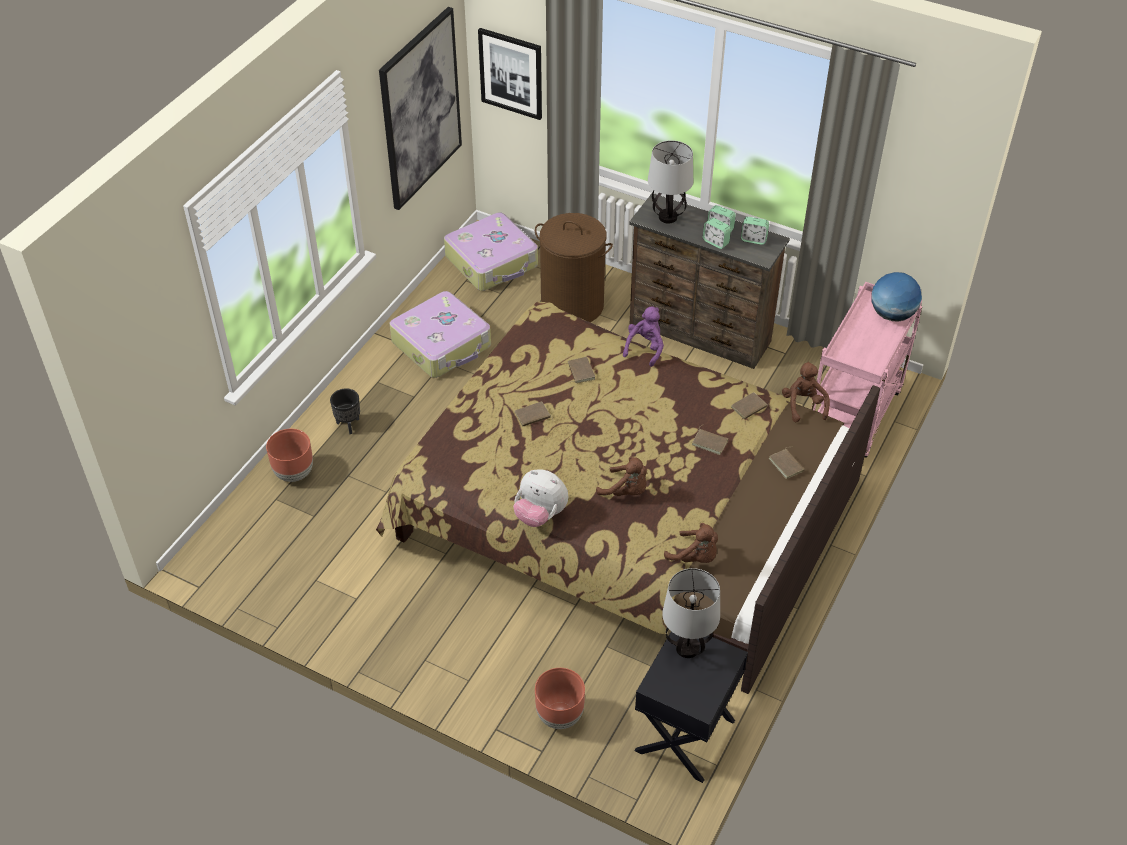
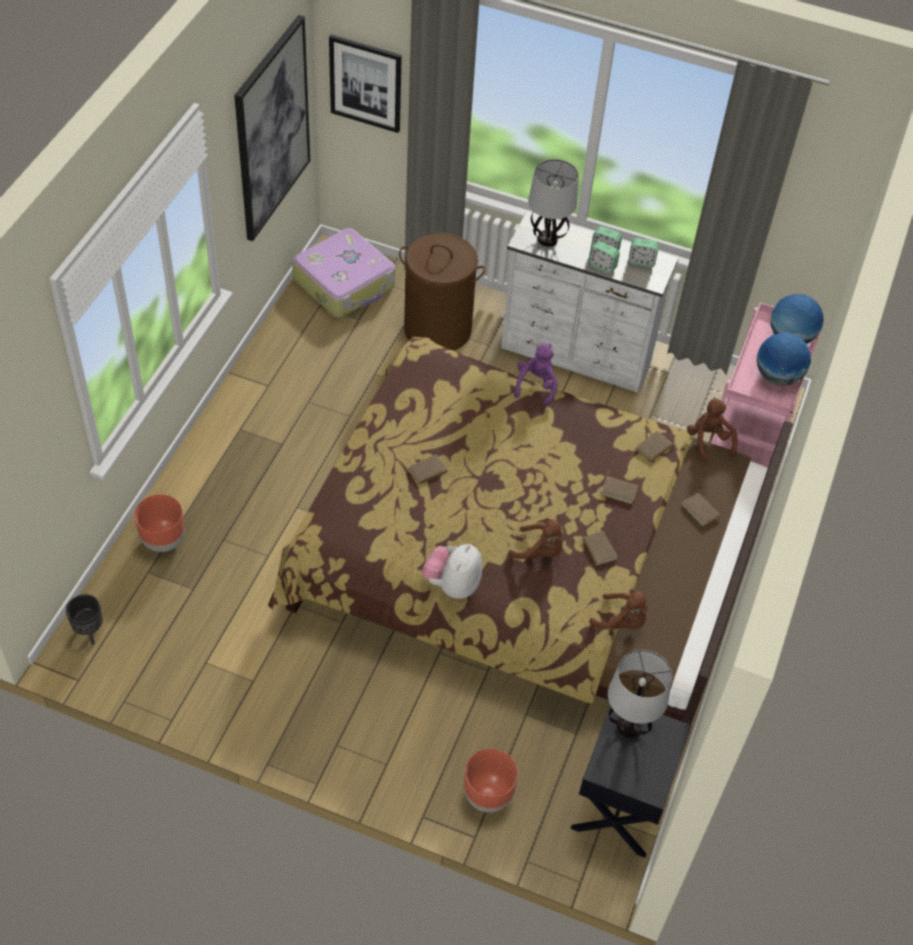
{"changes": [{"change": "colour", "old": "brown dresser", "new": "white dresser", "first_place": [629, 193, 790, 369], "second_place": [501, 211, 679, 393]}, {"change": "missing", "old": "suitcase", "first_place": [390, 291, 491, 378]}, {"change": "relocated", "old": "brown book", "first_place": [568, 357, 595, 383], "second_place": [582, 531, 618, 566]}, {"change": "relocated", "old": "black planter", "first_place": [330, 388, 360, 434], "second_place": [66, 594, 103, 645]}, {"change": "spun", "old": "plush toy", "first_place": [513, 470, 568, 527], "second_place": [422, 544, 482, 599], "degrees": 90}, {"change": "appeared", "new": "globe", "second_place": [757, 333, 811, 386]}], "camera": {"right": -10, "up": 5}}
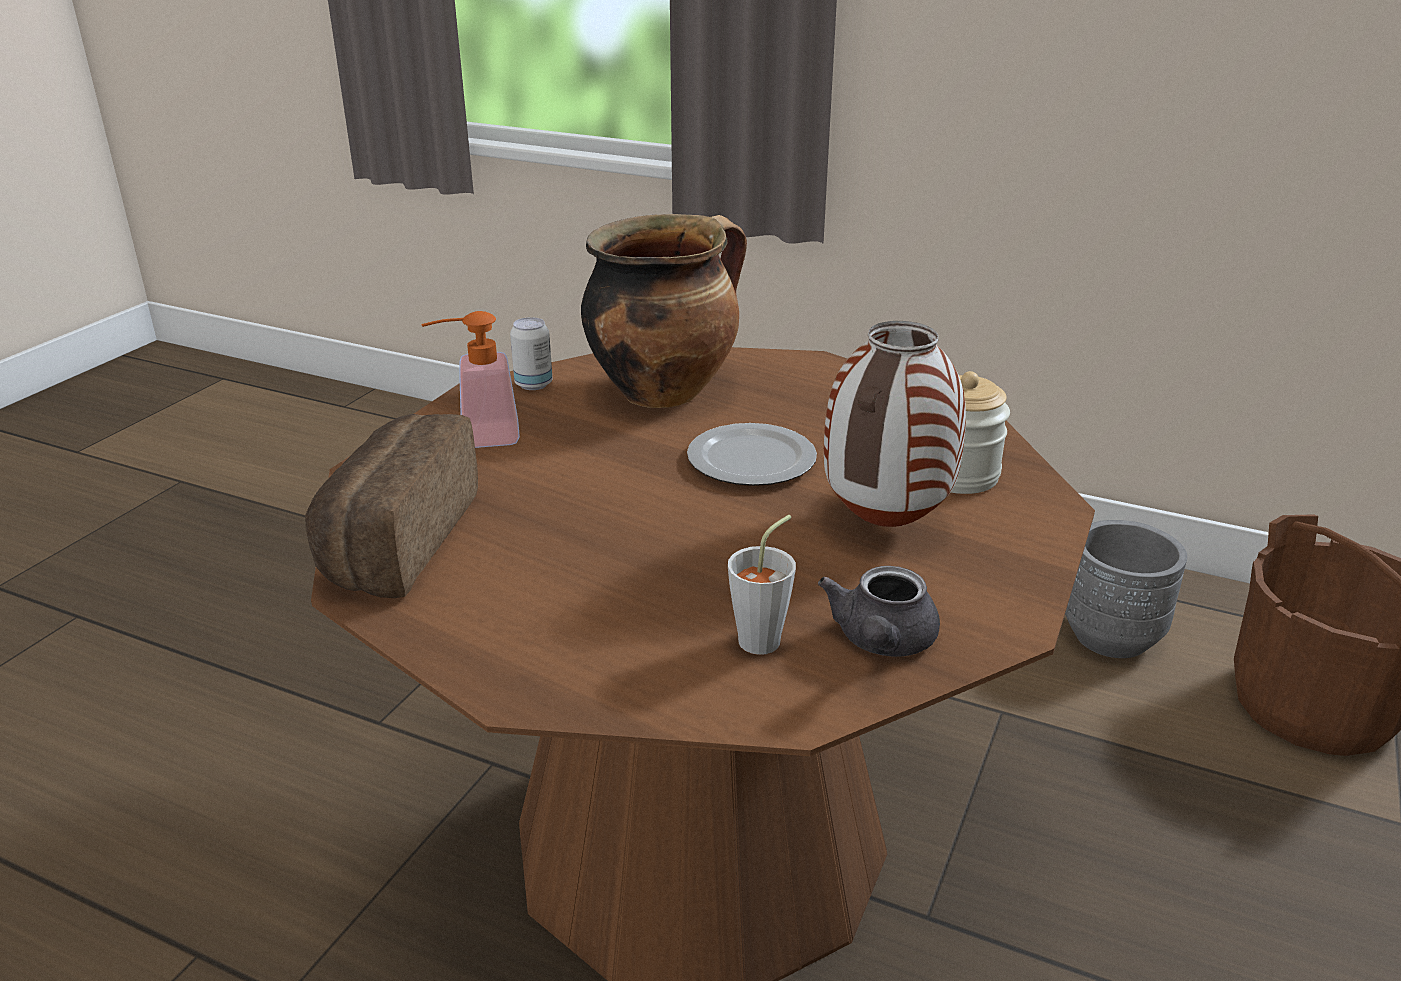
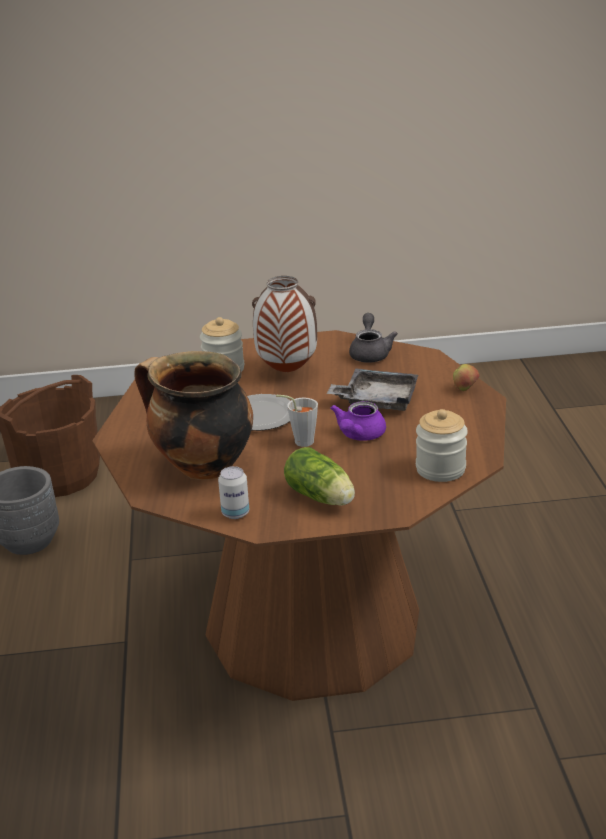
{"changes": [{"change": "exchanged", "old": "soap dispenser", "new": "lettuce", "first_place": [421, 311, 520, 448], "second_place": [284, 447, 355, 506]}, {"change": "exchanged", "old": "bread", "new": "jar", "first_place": [305, 414, 478, 598], "second_place": [416, 409, 468, 482]}, {"change": "relocated", "old": "grey cup", "first_place": [728, 515, 796, 655], "second_place": [276, 395, 318, 447]}, {"change": "spun", "old": "grey teapot", "first_place": [818, 566, 940, 657], "second_place": [349, 313, 398, 363], "degrees": -75}, {"change": "appeared", "new": "apple", "second_place": [453, 364, 480, 391]}, {"change": "appeared", "new": "grey tray", "second_place": [327, 368, 418, 411]}, {"change": "appeared", "new": "purple teapot", "second_place": [330, 401, 386, 441]}], "camera": {"right": -120, "up": 0}}
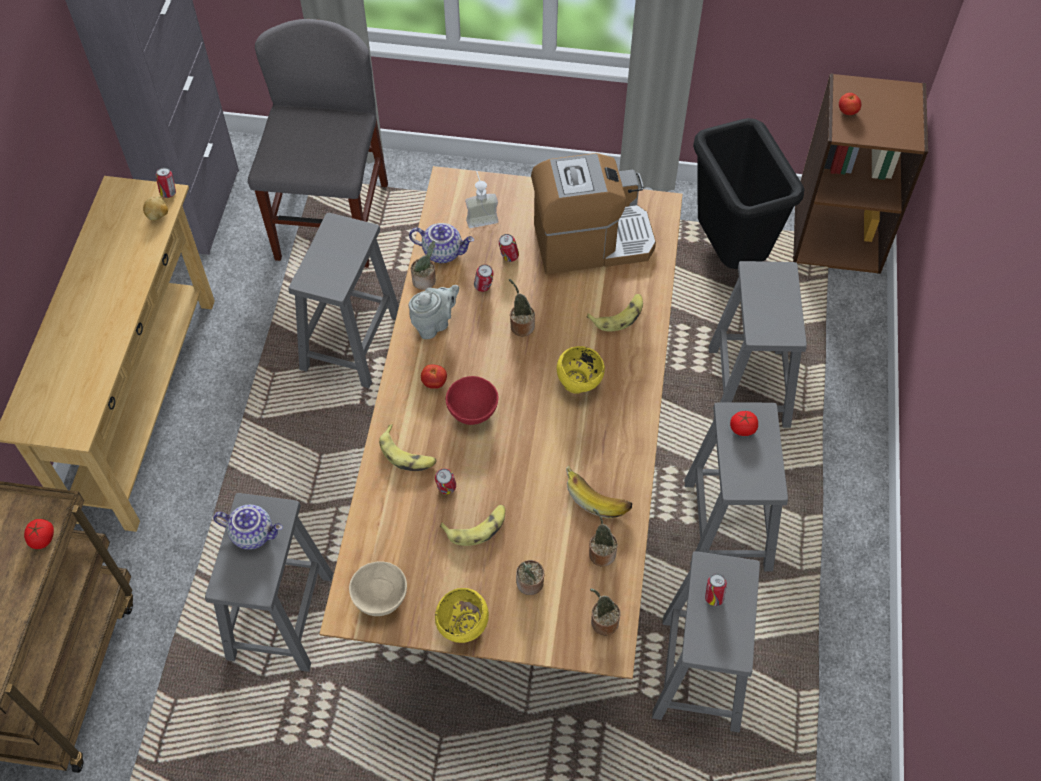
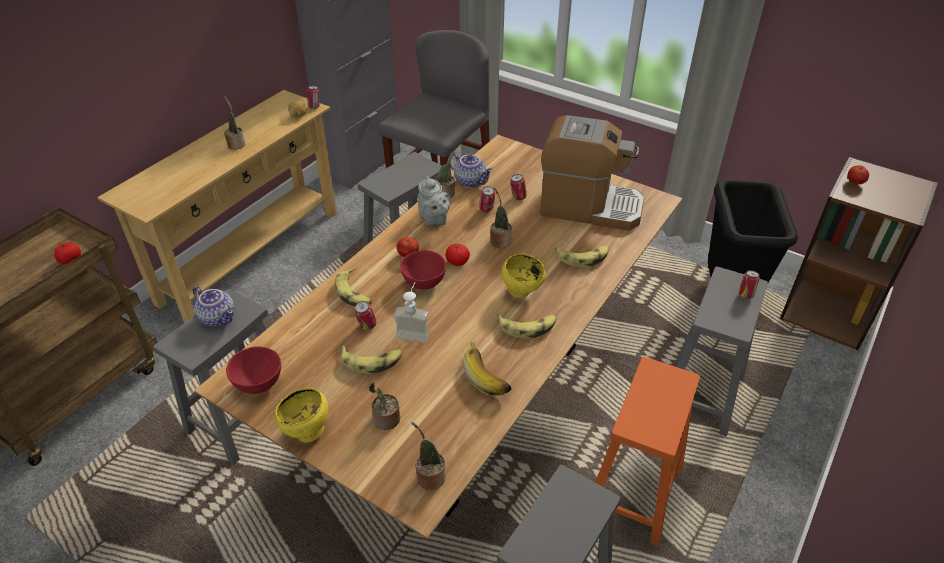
{"changes": [{"change": "relocated", "old": "soap dispenser", "first_place": [465, 171, 498, 228], "second_place": [394, 282, 430, 343]}, {"change": "spun", "old": "grey teapot", "first_place": [409, 285, 459, 339], "second_place": [418, 176, 451, 227], "degrees": 75}, {"change": "colour", "old": "grey stool", "new": "orange stool", "first_place": [684, 402, 788, 572], "second_place": [595, 357, 700, 547]}, {"change": "relocated", "old": "tomato", "first_place": [730, 411, 758, 436], "second_place": [445, 244, 470, 266]}, {"change": "relocated", "old": "potted plant", "first_place": [589, 509, 618, 567], "second_place": [224, 96, 246, 150]}, {"change": "colour", "old": "beige bowl", "new": "red bowl", "first_place": [349, 561, 407, 616], "second_place": [226, 346, 281, 394]}, {"change": "relocated", "old": "can", "first_place": [705, 574, 727, 606], "second_place": [739, 270, 760, 299]}, {"change": "appeared", "new": "banana", "second_place": [497, 313, 556, 338]}], "camera": {"right": 25, "up": -15}}
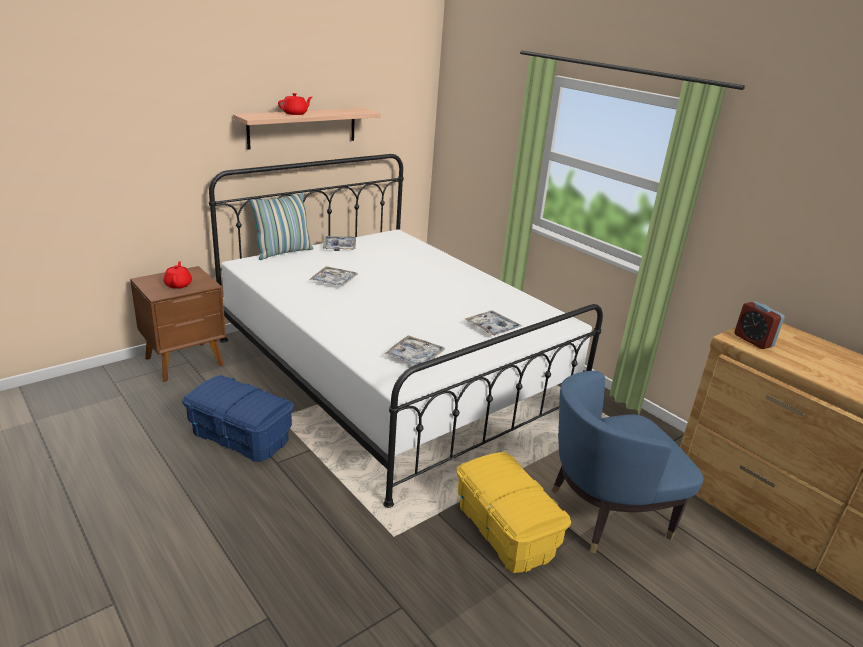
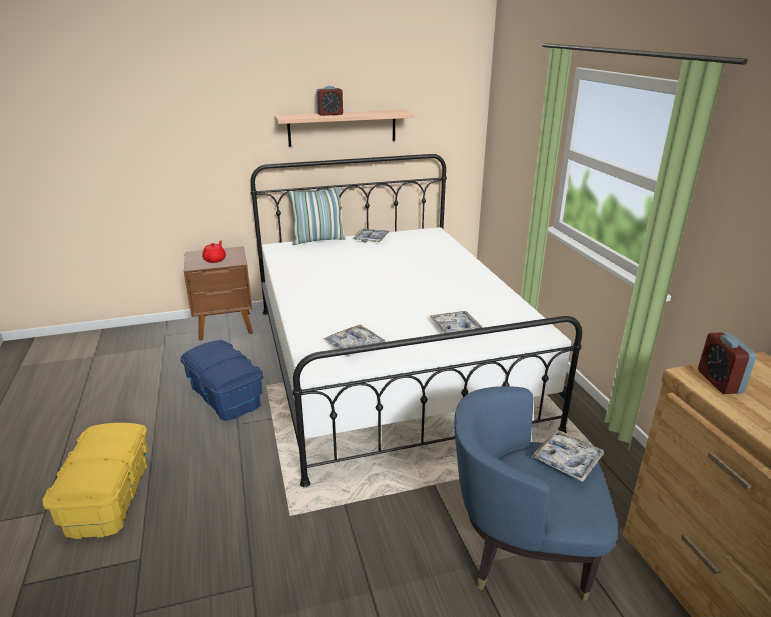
{"changes": [{"change": "exchanged", "old": "red teapot", "new": "alarm clock", "first_place": [278, 93, 312, 115], "second_place": [316, 86, 343, 116]}, {"change": "relocated", "old": "tray", "first_place": [310, 266, 358, 286], "second_place": [532, 429, 604, 482]}, {"change": "relocated", "old": "yellow storage box", "first_place": [457, 452, 571, 573], "second_place": [42, 423, 148, 539]}], "camera": {"right": 25, "up": 0}}
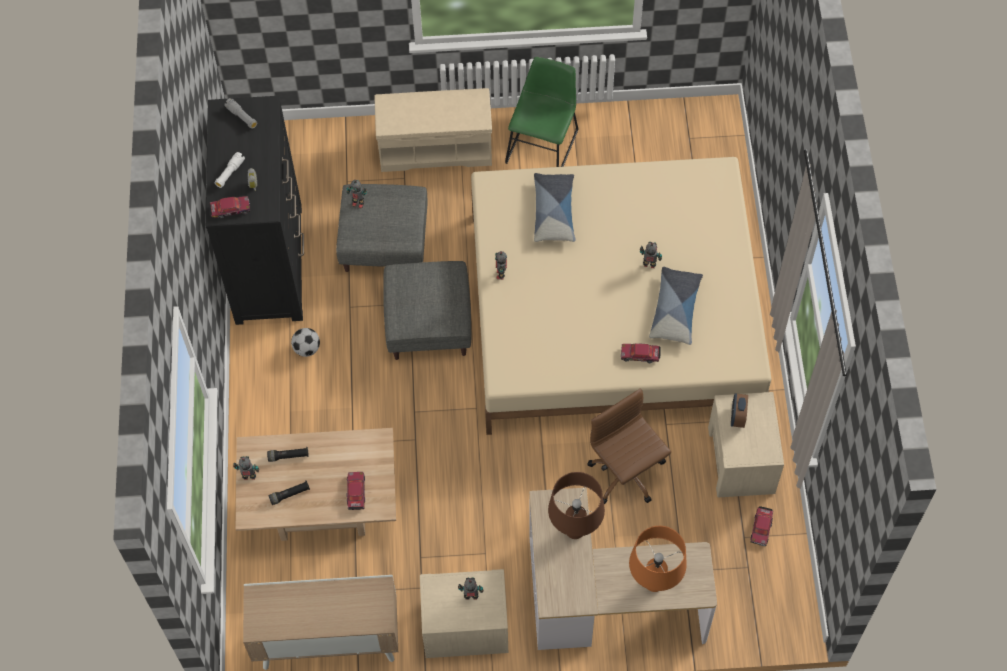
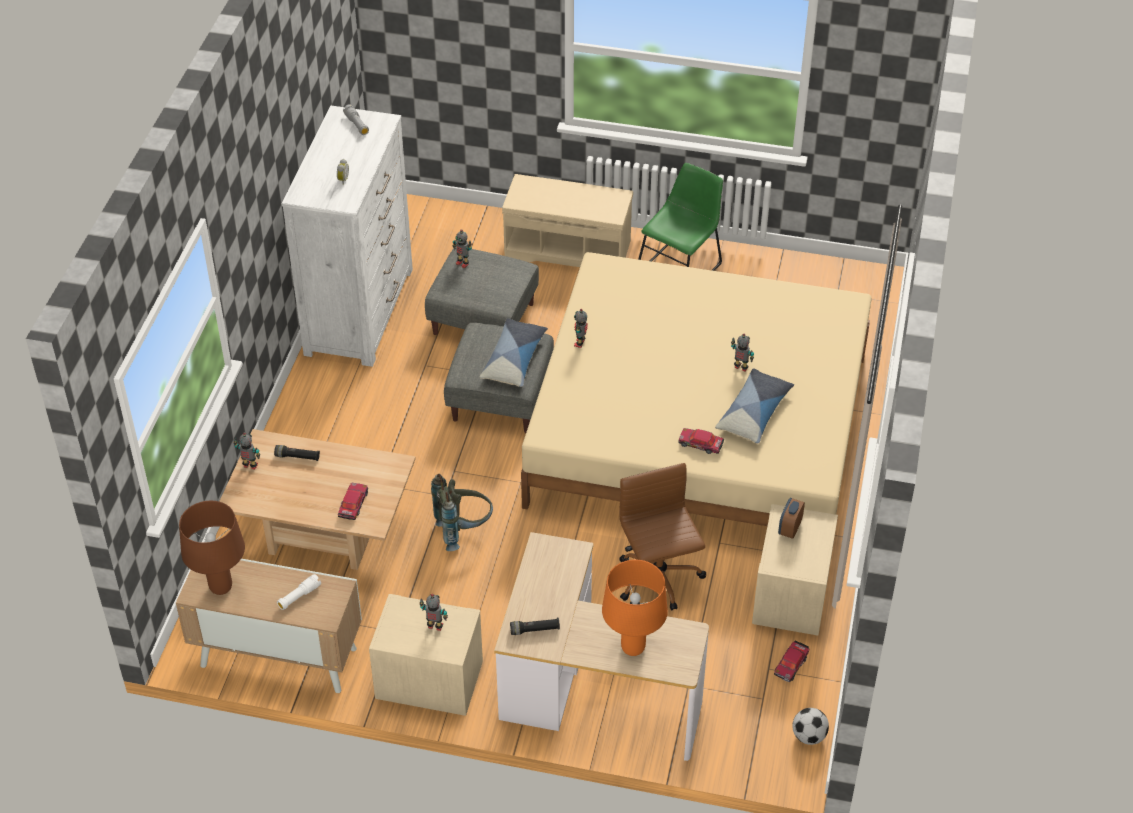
{"changes": [{"change": "colour", "old": "black dresser", "new": "white dresser", "first_place": [206, 96, 304, 325], "second_place": [281, 106, 413, 367]}, {"change": "relocated", "old": "white flashlight", "first_place": [214, 152, 245, 188], "second_place": [277, 574, 321, 610]}, {"change": "relocated", "old": "pillow", "first_place": [534, 173, 576, 242], "second_place": [480, 318, 548, 387]}, {"change": "missing", "old": "toy car", "first_place": [208, 196, 250, 218]}, {"change": "relocated", "old": "football", "first_place": [291, 328, 320, 357], "second_place": [793, 708, 829, 745]}, {"change": "relocated", "old": "brown table lamp", "first_place": [548, 472, 605, 539], "second_place": [179, 501, 245, 595]}, {"change": "relocated", "old": "black flashlight", "first_place": [268, 480, 310, 505], "second_place": [510, 617, 560, 635]}, {"change": "appeared", "new": "grey backpack", "second_place": [431, 474, 493, 551]}], "camera": {"right": 15, "up": -15}}
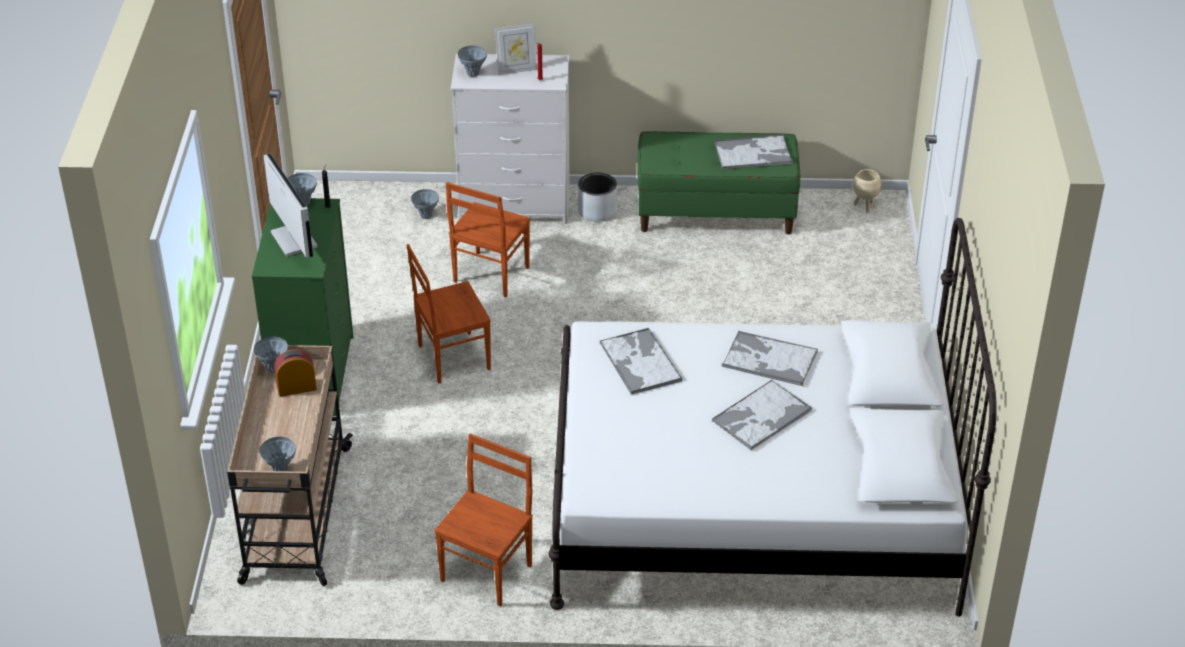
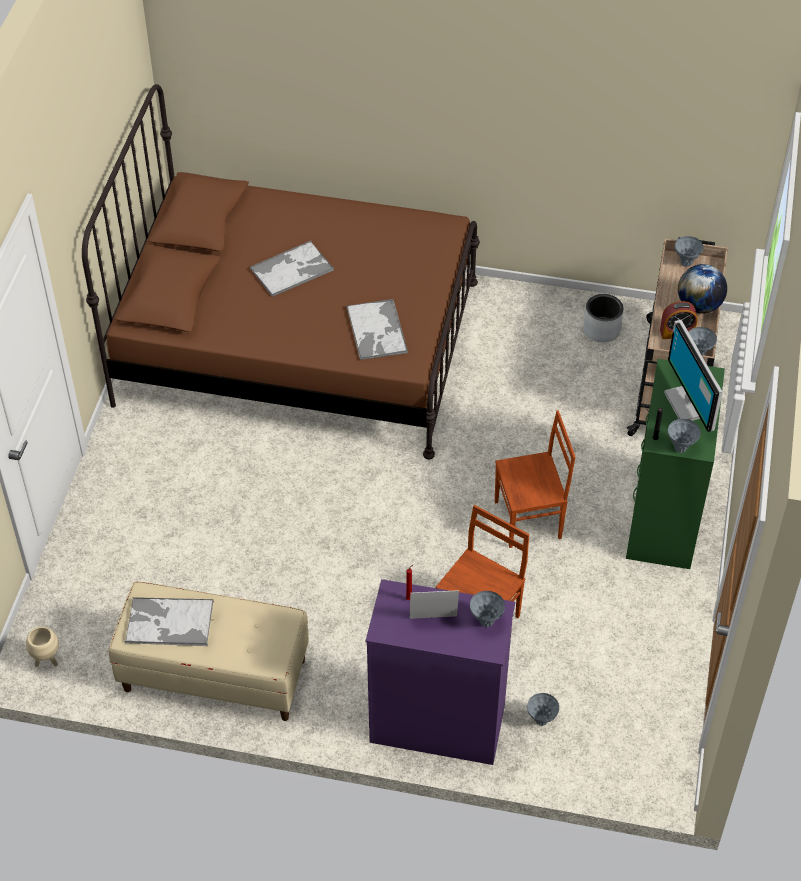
{"changes": [{"change": "colour", "old": "white dresser", "new": "purple dresser", "first_place": [451, 54, 570, 224], "second_place": [366, 579, 515, 765]}, {"change": "colour", "old": "green bench", "new": "beige bench", "first_place": [637, 131, 800, 235], "second_place": [109, 581, 309, 721]}, {"change": "relocated", "old": "grey planter", "first_place": [578, 173, 617, 222], "second_place": [583, 294, 623, 343]}, {"change": "colour", "old": "white bed", "new": "brown bed", "first_place": [548, 218, 997, 617], "second_place": [82, 84, 480, 460]}, {"change": "missing", "old": "tray", "first_place": [722, 331, 818, 386]}, {"change": "missing", "old": "brown chair", "first_place": [434, 434, 533, 606]}, {"change": "appeared", "new": "globe", "second_place": [678, 264, 727, 313]}], "camera": {"right": -170, "up": 10}}
